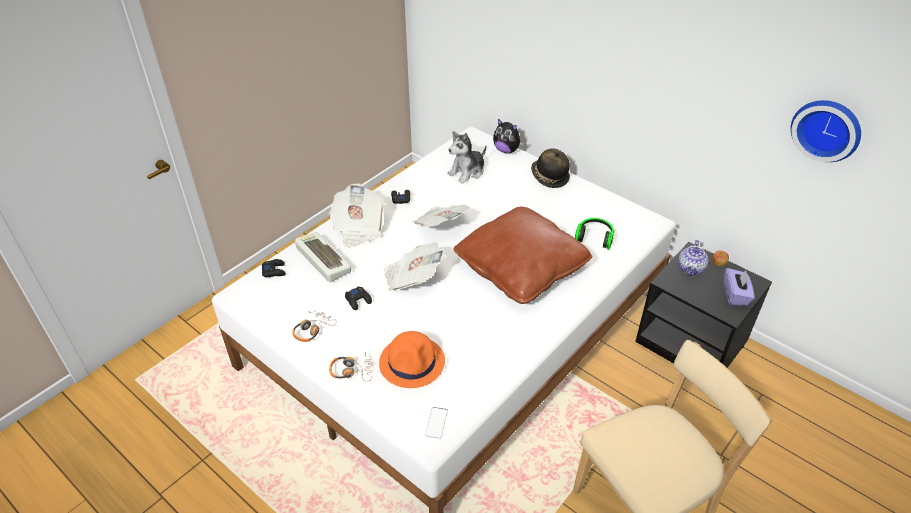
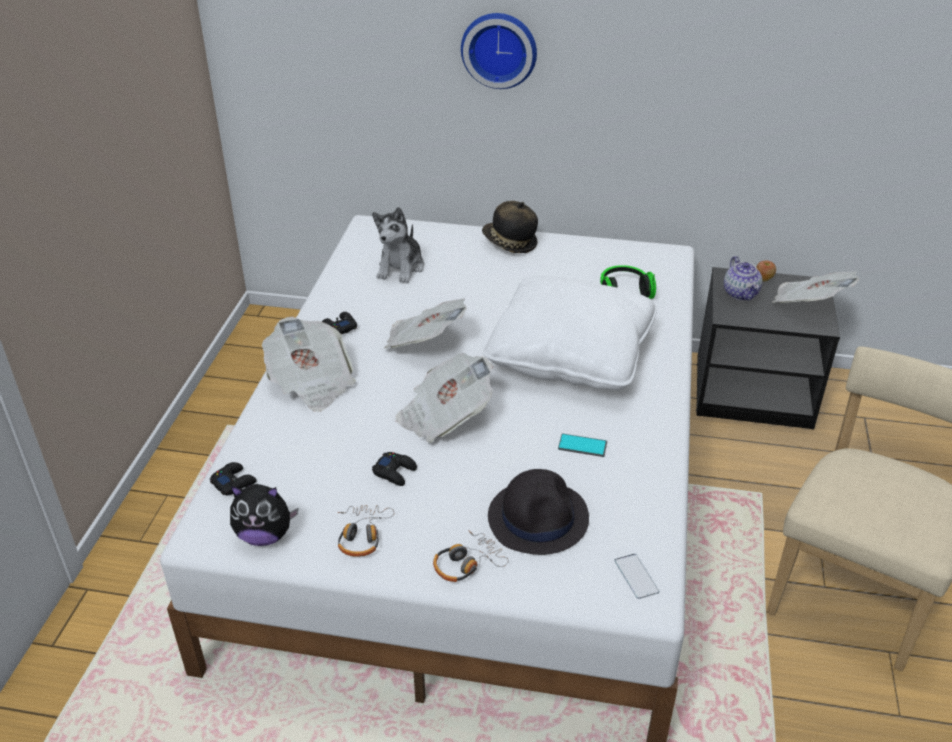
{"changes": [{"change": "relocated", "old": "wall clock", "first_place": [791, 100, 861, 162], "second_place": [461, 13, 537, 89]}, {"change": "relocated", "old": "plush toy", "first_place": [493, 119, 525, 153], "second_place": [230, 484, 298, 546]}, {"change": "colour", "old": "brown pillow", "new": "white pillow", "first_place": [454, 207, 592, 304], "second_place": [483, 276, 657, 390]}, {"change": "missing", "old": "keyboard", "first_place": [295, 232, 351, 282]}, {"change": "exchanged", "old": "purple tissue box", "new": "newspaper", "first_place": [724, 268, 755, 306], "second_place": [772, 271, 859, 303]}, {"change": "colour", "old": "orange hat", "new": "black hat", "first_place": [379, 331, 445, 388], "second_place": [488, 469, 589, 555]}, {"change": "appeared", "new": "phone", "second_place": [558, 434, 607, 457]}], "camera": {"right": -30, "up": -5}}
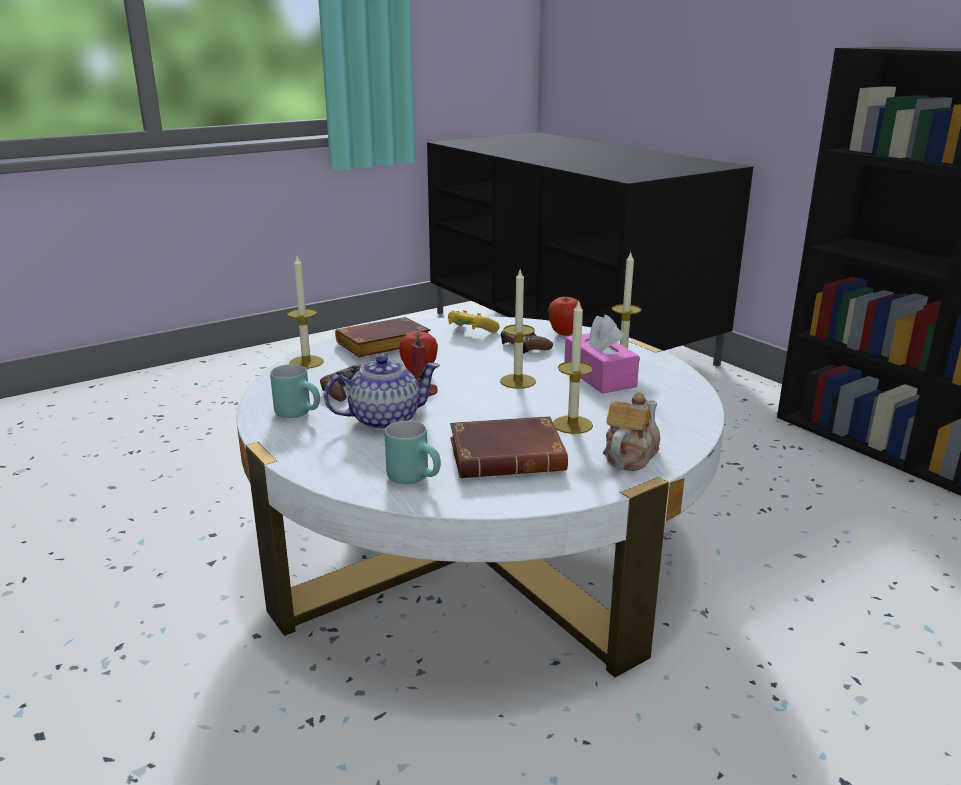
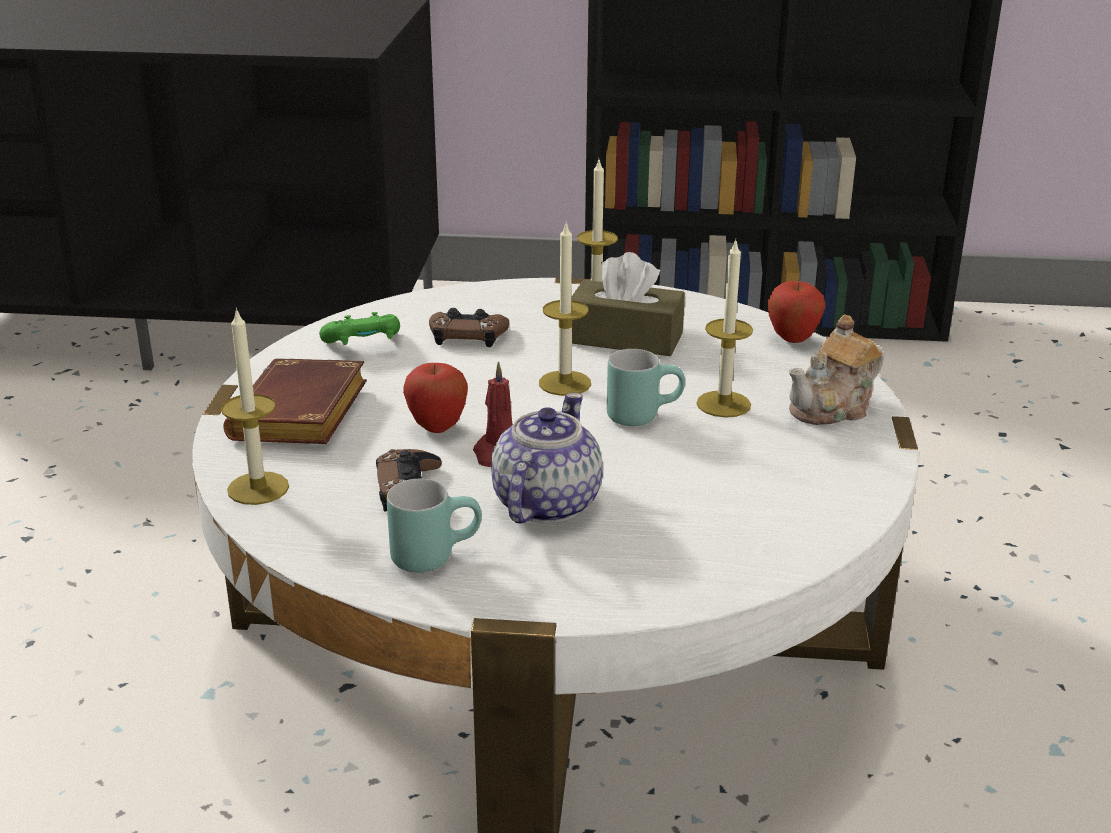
{"changes": [{"change": "relocated", "old": "apple", "first_place": [548, 296, 582, 336], "second_place": [768, 281, 826, 343]}, {"change": "colour", "old": "yellow game controller", "new": "green game controller", "first_place": [448, 310, 499, 333], "second_place": [319, 312, 400, 345]}, {"change": "colour", "old": "pink tissue box", "new": "brown tissue box", "first_place": [564, 315, 640, 394], "second_place": [571, 252, 685, 356]}, {"change": "spun", "old": "teapot", "first_place": [603, 392, 660, 471], "second_place": [789, 314, 884, 425], "degrees": -105}, {"change": "missing", "old": "brown book", "first_place": [450, 416, 568, 478]}, {"change": "relocated", "old": "turquoise mug", "first_place": [385, 420, 441, 484], "second_place": [607, 349, 685, 426]}], "camera": {"right": -50, "up": 5}}
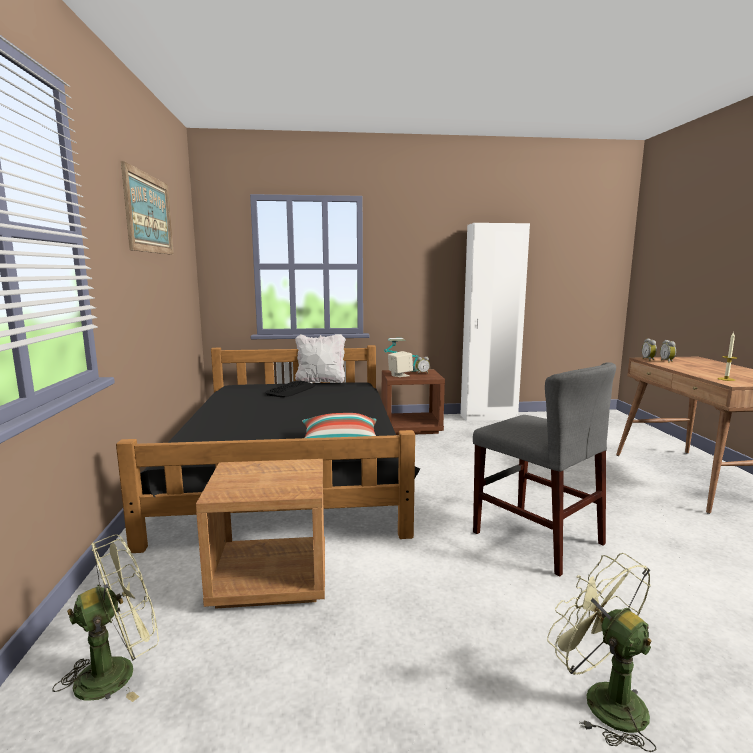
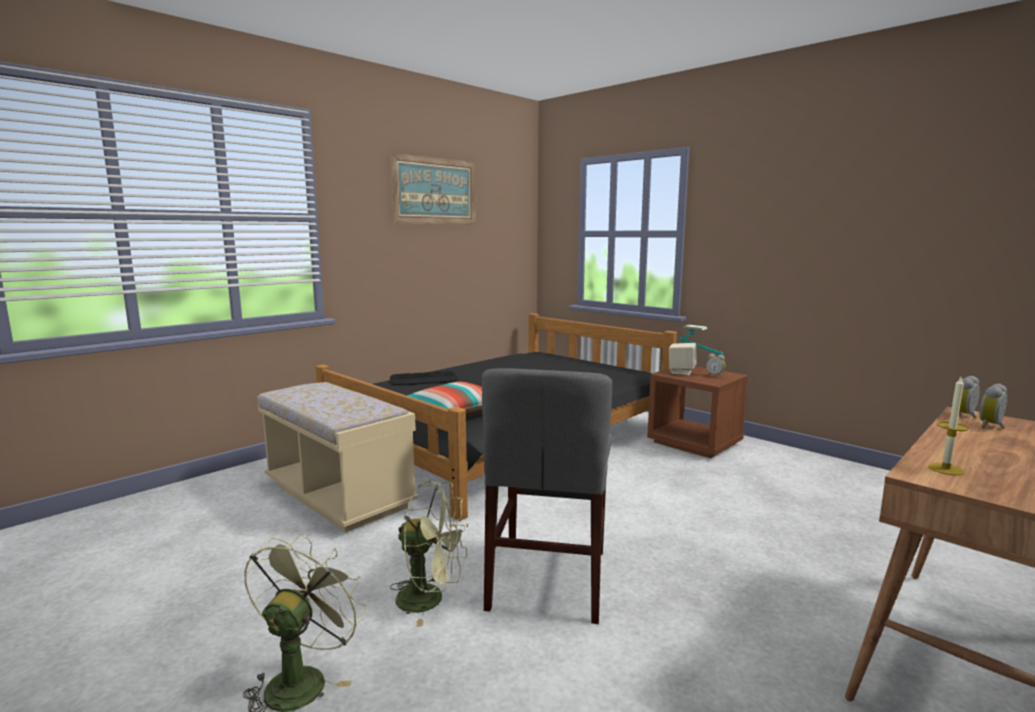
{"changes": [{"change": "missing", "old": "white wardrobe", "first_place": [460, 223, 530, 421]}, {"change": "missing", "old": "white pillow", "first_place": [295, 334, 346, 383]}, {"change": "relocated", "old": "keyboard", "first_place": [265, 381, 315, 397], "second_place": [390, 371, 458, 385]}, {"change": "exchanged", "old": "brown nightstand", "new": "beige bench", "first_place": [196, 459, 325, 609], "second_place": [257, 382, 418, 533]}, {"change": "relocated", "old": "green fan", "first_place": [52, 534, 159, 702], "second_place": [390, 481, 468, 627]}], "camera": {"right": 50, "up": 0}}
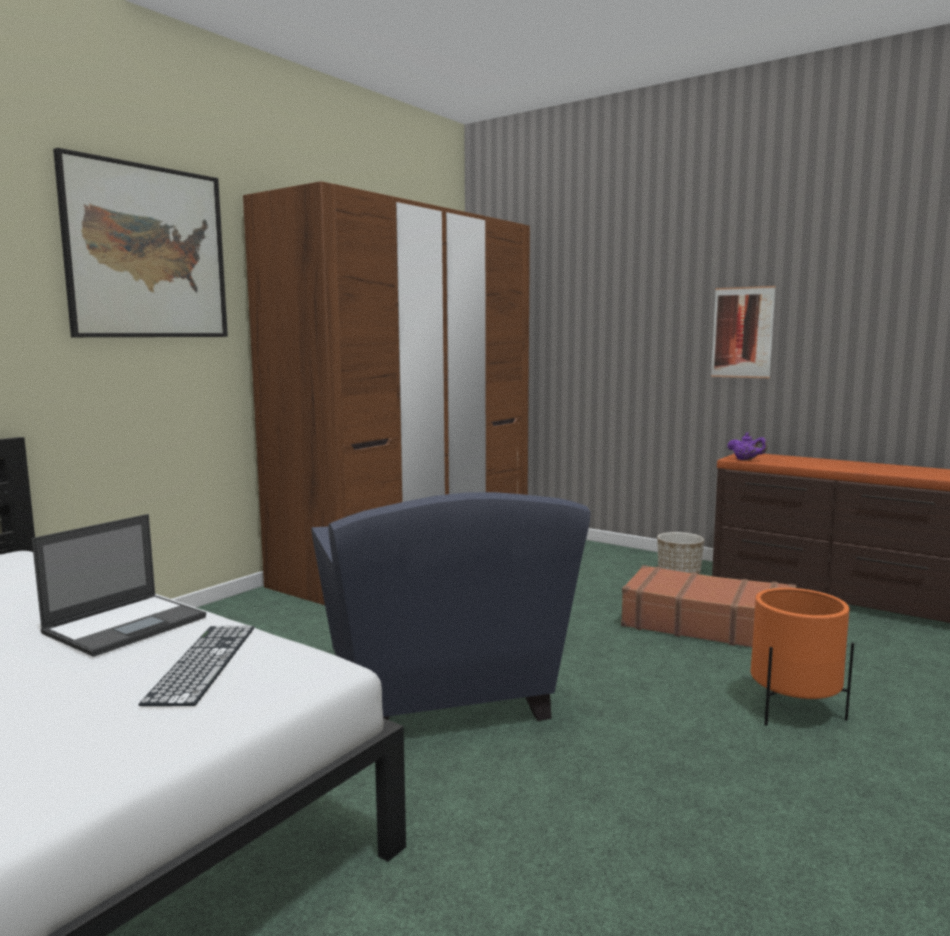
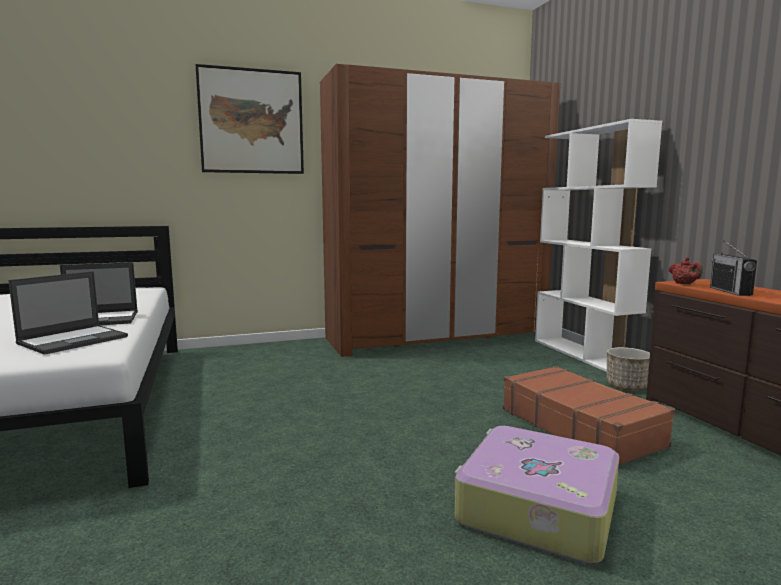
{"changes": [{"change": "missing", "old": "picture", "first_place": [711, 286, 776, 378]}, {"change": "colour", "old": "purple teapot", "new": "red teapot", "first_place": [727, 432, 767, 460], "second_place": [669, 257, 703, 284]}, {"change": "missing", "old": "blue armchair", "first_place": [312, 492, 590, 721]}, {"change": "exchanged", "old": "orange planter", "new": "suitcase", "first_place": [750, 588, 854, 726], "second_place": [454, 426, 619, 563]}, {"change": "exchanged", "old": "keyboard", "new": "laptop", "first_place": [138, 625, 255, 706], "second_place": [8, 271, 128, 355]}, {"change": "appeared", "new": "white bookcase", "second_place": [535, 119, 662, 372]}, {"change": "appeared", "new": "radio", "second_place": [710, 240, 757, 296]}], "camera": {"right": 35, "up": 0}}
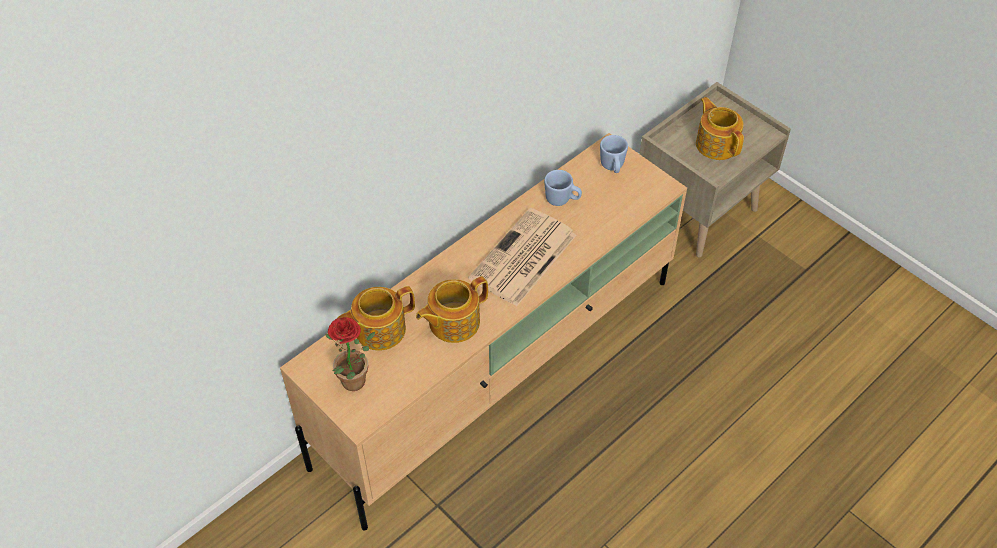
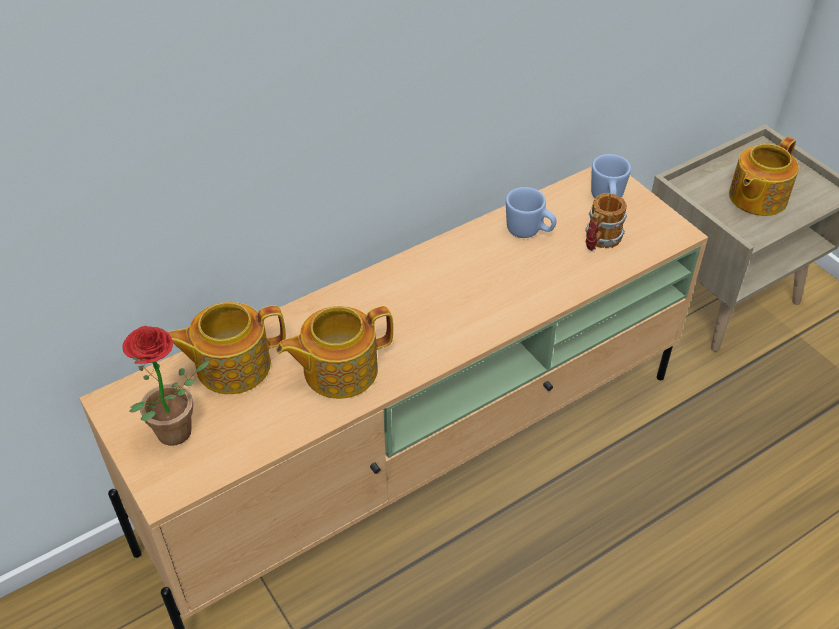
{"changes": [{"change": "spun", "old": "teapot", "first_place": [696, 97, 744, 160], "second_place": [729, 136, 799, 216], "degrees": -120}, {"change": "missing", "old": "newspaper", "first_place": [468, 208, 577, 306]}, {"change": "appeared", "new": "mug", "second_place": [585, 193, 627, 251]}], "camera": {"right": 10, "up": -5}}
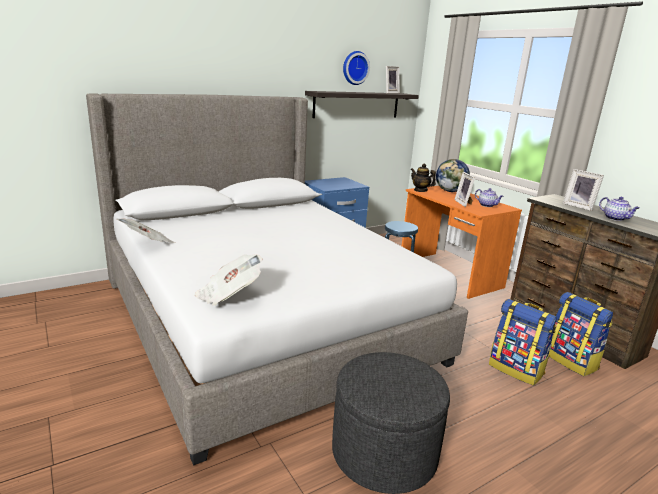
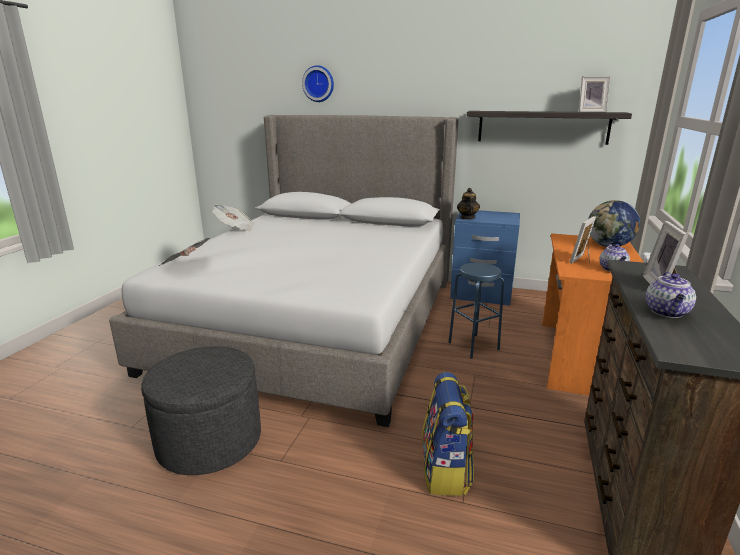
{"changes": [{"change": "relocated", "old": "wall clock", "first_place": [343, 51, 370, 85], "second_place": [302, 65, 334, 102]}, {"change": "relocated", "old": "teapot", "first_place": [411, 164, 436, 192], "second_place": [457, 188, 480, 220]}, {"change": "missing", "old": "backpack", "first_place": [549, 292, 613, 376]}], "camera": {"right": 50, "up": 0}}
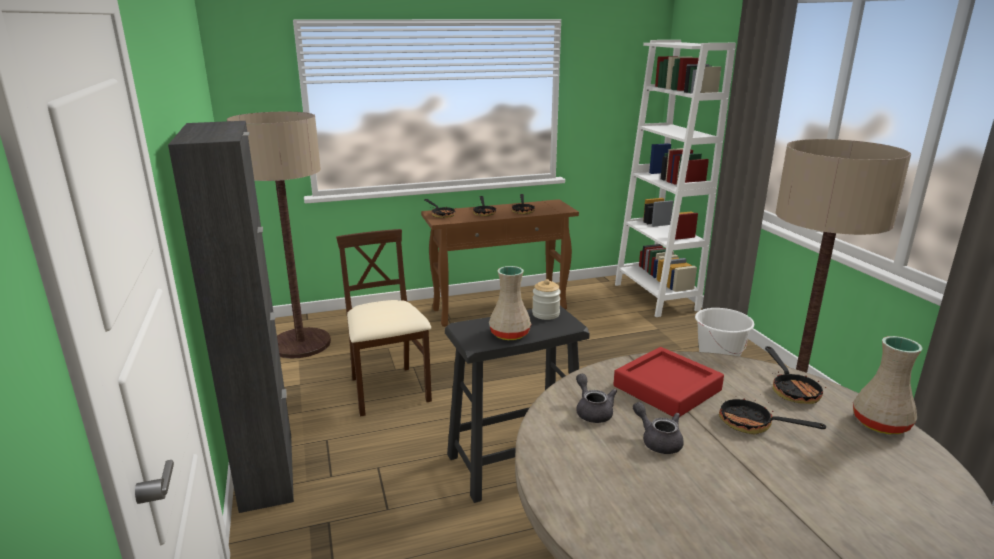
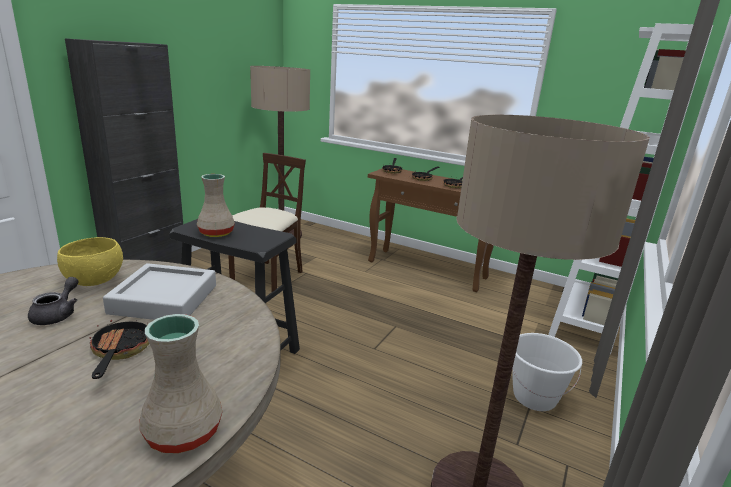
{"changes": [{"change": "missing", "old": "jar", "first_place": [532, 279, 561, 320]}, {"change": "missing", "old": "frying pan", "first_place": [765, 346, 827, 404]}, {"change": "colour", "old": "red tray", "new": "grey tray", "first_place": [613, 347, 724, 417], "second_place": [103, 263, 216, 320]}, {"change": "exchanged", "old": "grey teapot", "new": "yellow bowl", "first_place": [576, 374, 617, 423], "second_place": [57, 237, 123, 286]}], "camera": {"right": 45, "up": 0}}
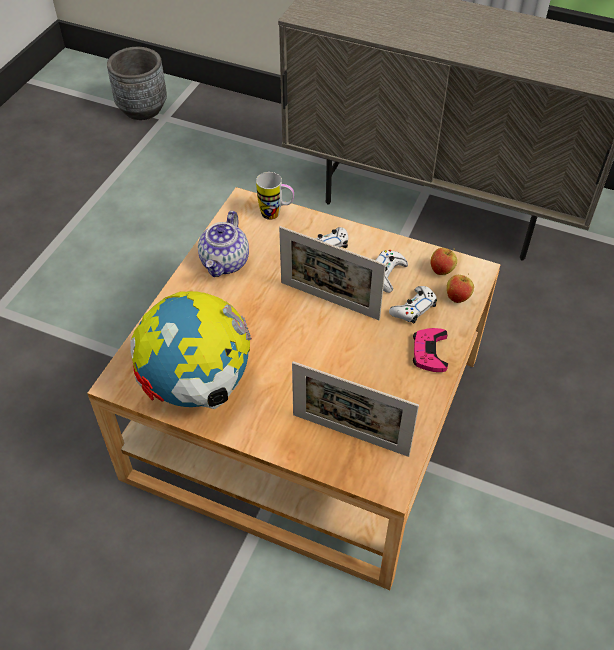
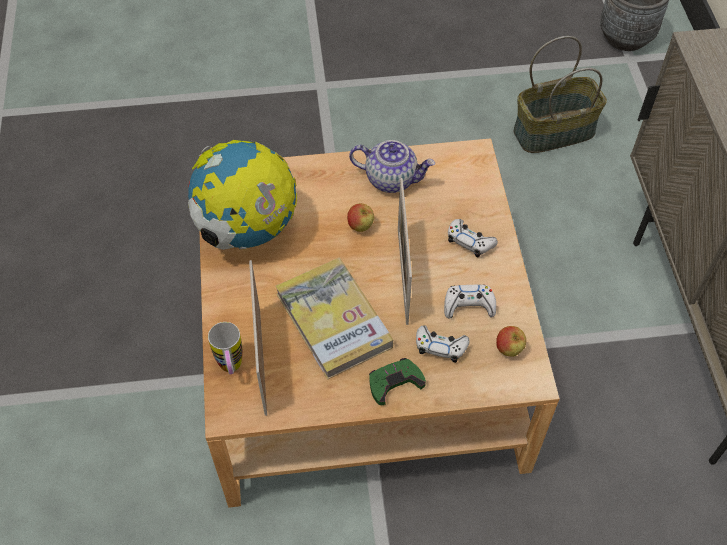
{"changes": [{"change": "relocated", "old": "mug", "first_place": [256, 172, 294, 220], "second_place": [208, 322, 242, 374]}, {"change": "spun", "old": "teapot", "first_place": [198, 211, 249, 277], "second_place": [349, 140, 435, 193], "degrees": -150}, {"change": "relocated", "old": "apple", "first_place": [447, 273, 474, 303], "second_place": [347, 203, 374, 232]}, {"change": "colour", "old": "pink game controller", "new": "green game controller", "first_place": [413, 328, 448, 372], "second_place": [369, 358, 426, 405]}, {"change": "appeared", "new": "basket", "second_place": [513, 36, 607, 153]}, {"change": "appeared", "new": "book", "second_place": [276, 258, 393, 380]}], "camera": {"right": 60, "up": 5}}
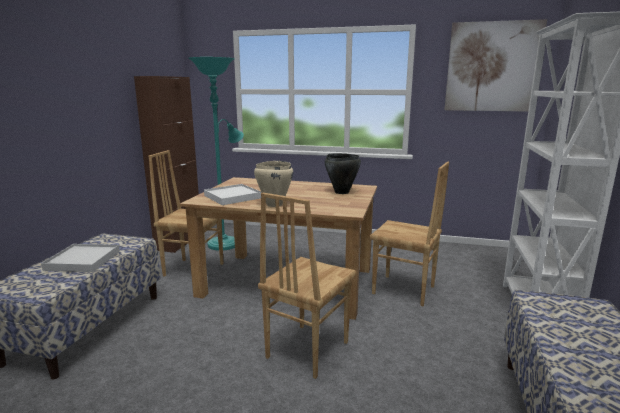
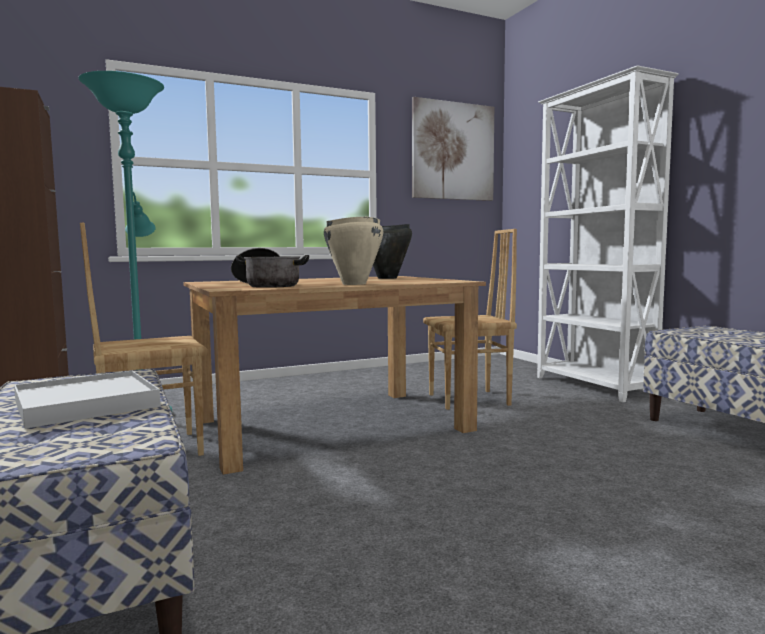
{"changes": [{"change": "exchanged", "old": "white tray", "new": "cooking pot", "first_place": [204, 184, 261, 205], "second_place": [231, 248, 309, 288]}, {"change": "missing", "old": "brown chair", "first_place": [258, 192, 356, 379]}], "camera": {"right": -40, "up": -10}}
